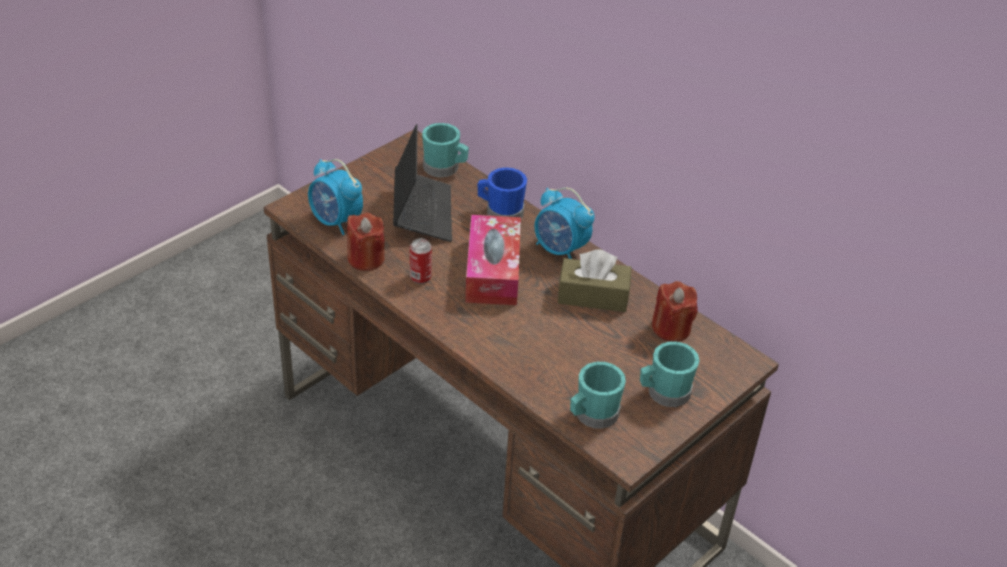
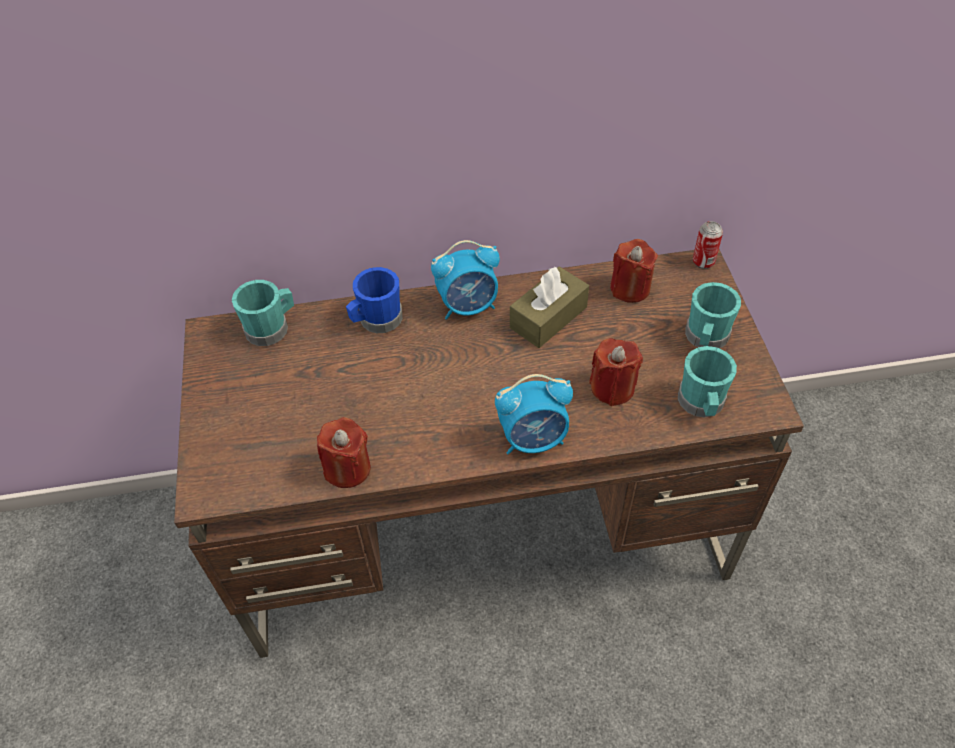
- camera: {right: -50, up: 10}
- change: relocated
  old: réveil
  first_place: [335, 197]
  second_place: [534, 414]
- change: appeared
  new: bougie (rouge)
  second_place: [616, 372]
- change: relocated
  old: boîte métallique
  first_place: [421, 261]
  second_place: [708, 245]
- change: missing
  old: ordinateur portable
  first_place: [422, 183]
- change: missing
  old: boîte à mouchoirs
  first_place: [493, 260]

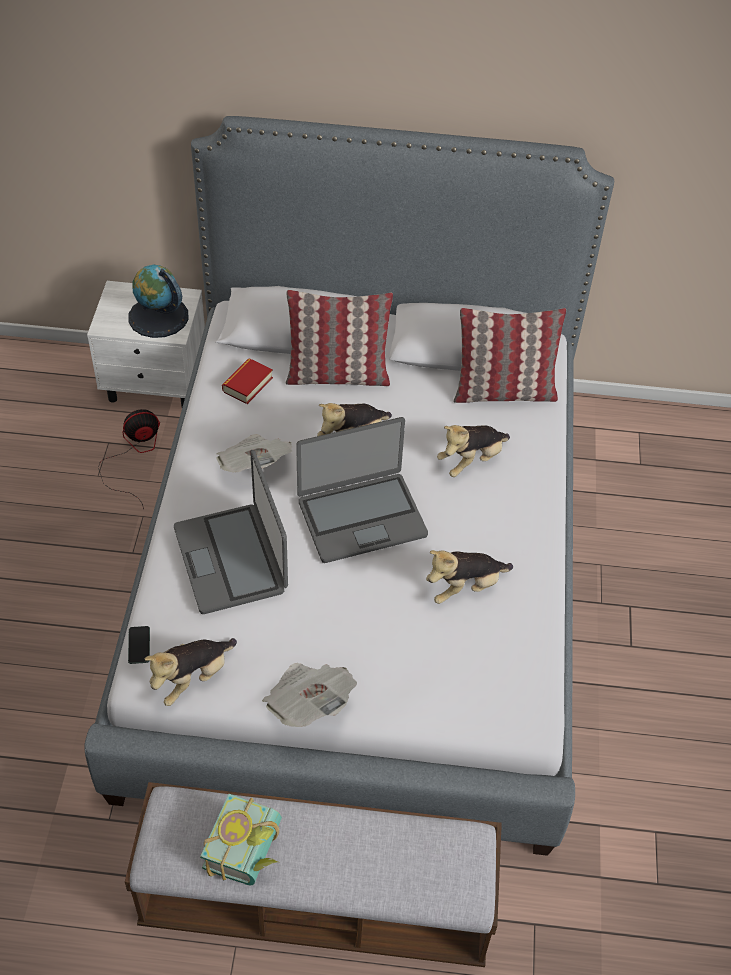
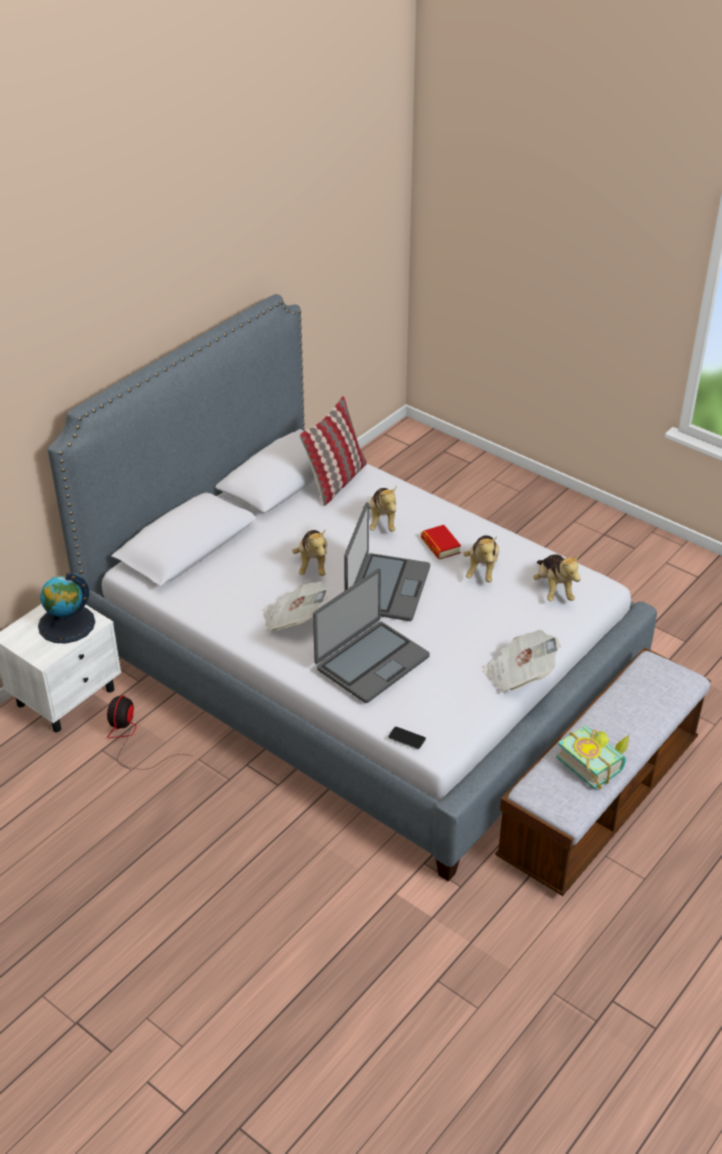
- camera: {right: -55, up: -10}
- change: spun
  old: ordinateur portable
  first_place: [231, 532]
  second_place: [371, 635]
  degrees: -60
- change: relocated
  old: livre
  first_place: [247, 381]
  second_place: [441, 542]
- change: relocated
  old: peluche
  first_place: [191, 672]
  second_place: [557, 578]
- change: missing
  old: coussin
  first_place: [339, 338]

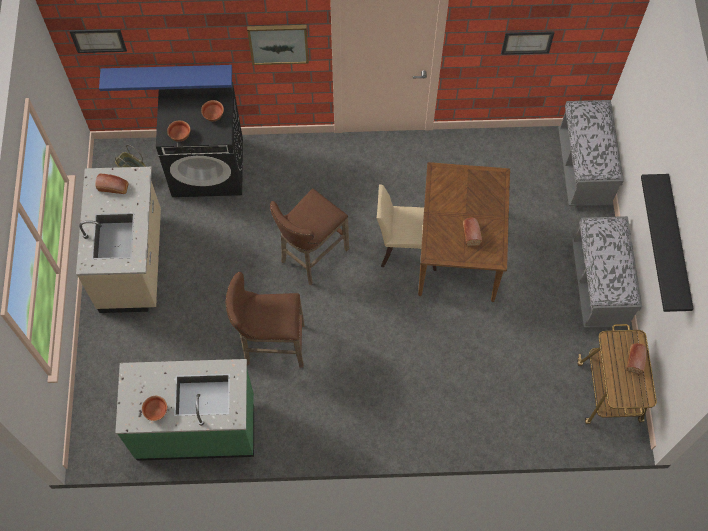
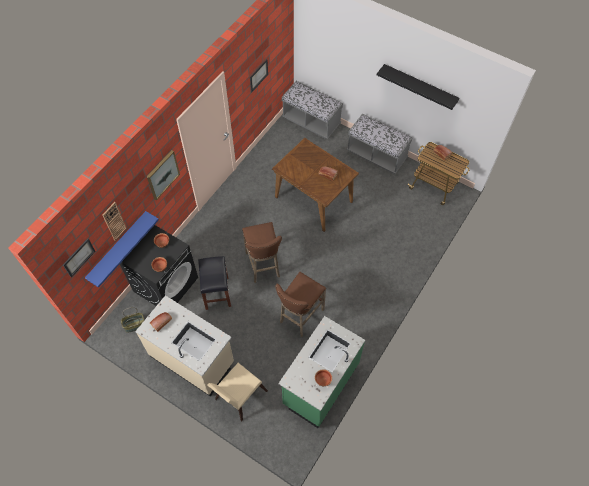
- camera: {right: -55, up: -5}
- change: appeared
  new: horloge murale
  second_place: [114, 221]
- change: appeared
  new: tabouret (noir)
  second_place: [214, 283]
- change: relocated
  old: chaise (beige)
  first_place: [407, 227]
  second_place: [237, 392]

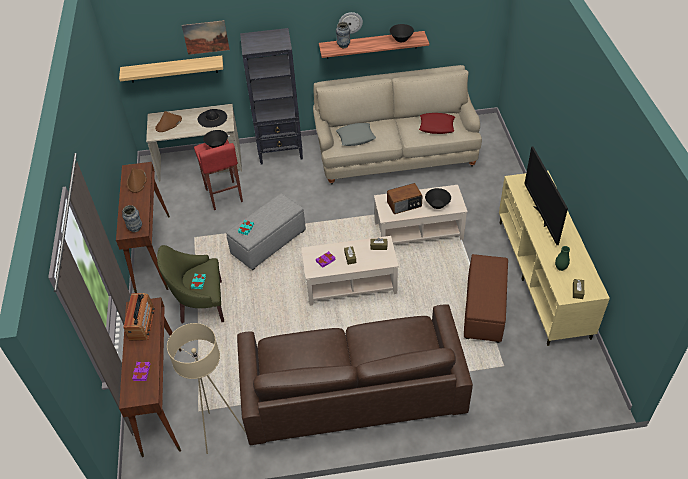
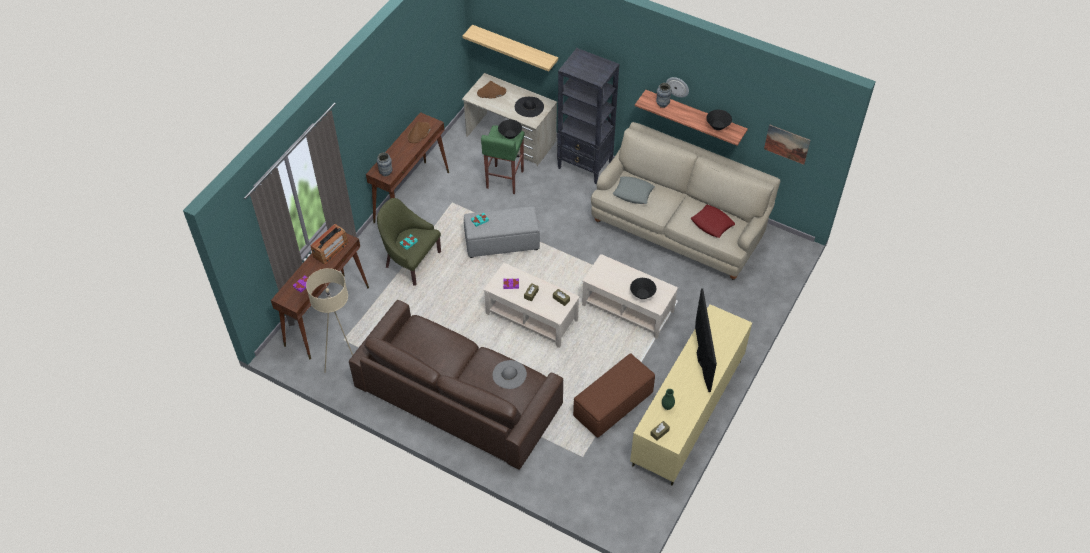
- camera: {right: 35, up: 5}
- change: colour
  old: tabouret (rouge)
  new: tabouret (vert)
  first_place: [218, 174]
  second_place: [503, 159]
- change: appeared
  new: chapeau (gris)
  second_place: [510, 374]
- change: spun
  old: téléviseur
  first_place: [546, 196]
  second_place: [706, 340]
  degrees: 150
- change: relocated
  old: tableau
  first_place: [206, 37]
  second_place: [787, 144]
- change: missing
  old: radio
  first_place: [405, 198]

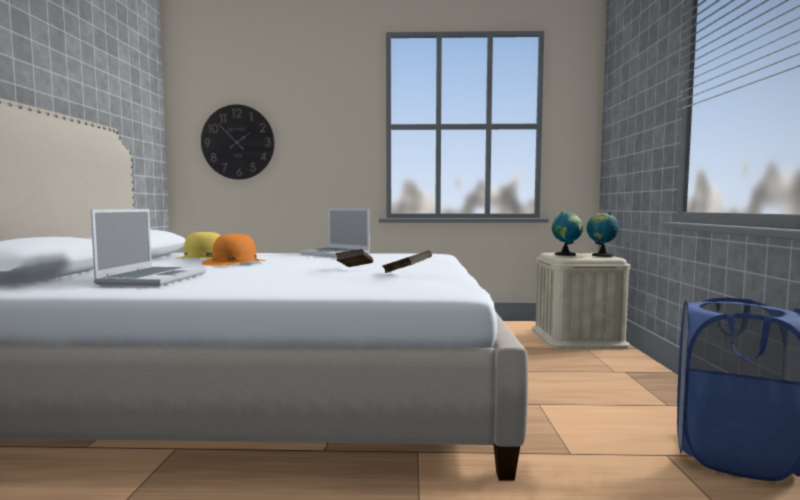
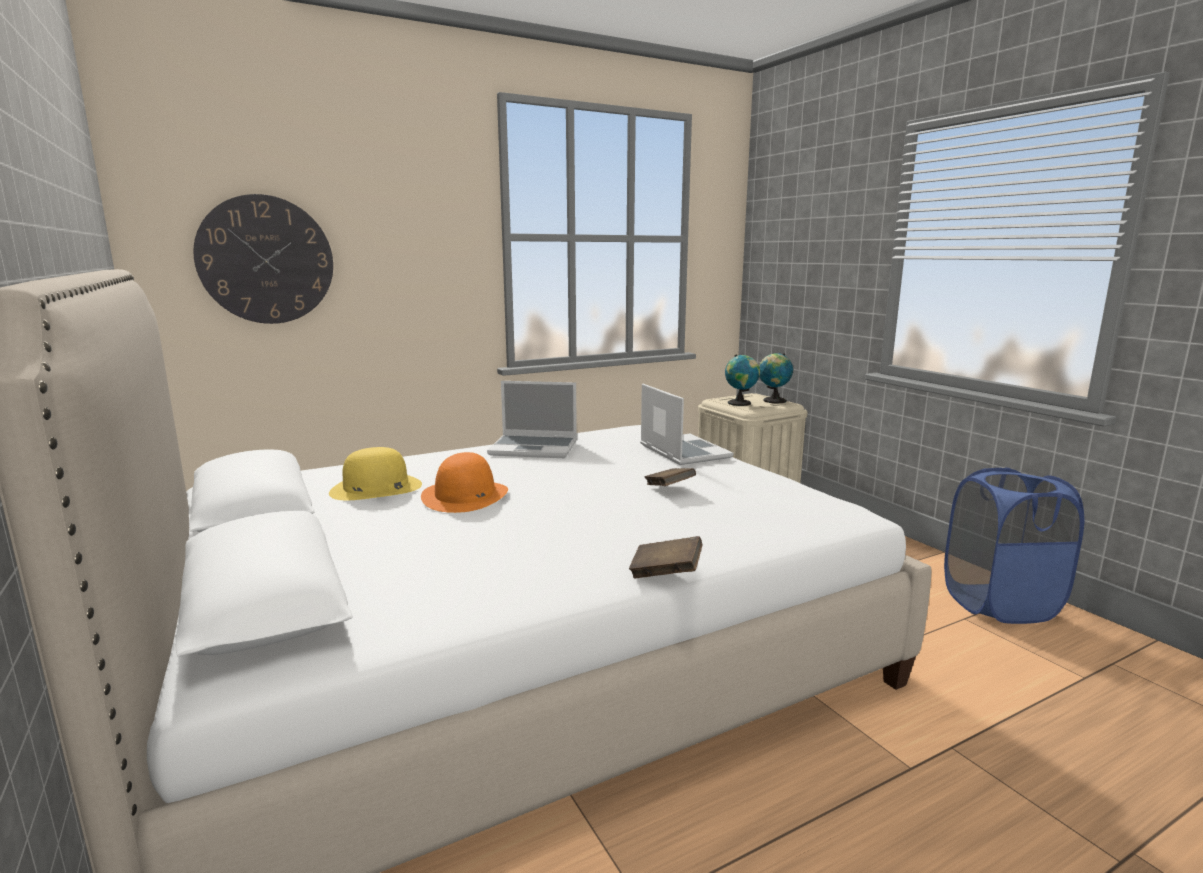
- camera: {right: -30, up: 10}
- change: relocated
  old: livre (marron)
  first_place: [407, 262]
  second_place: [666, 557]
- change: relocated
  old: ordinateur portable
  first_place: [149, 247]
  second_place: [686, 424]

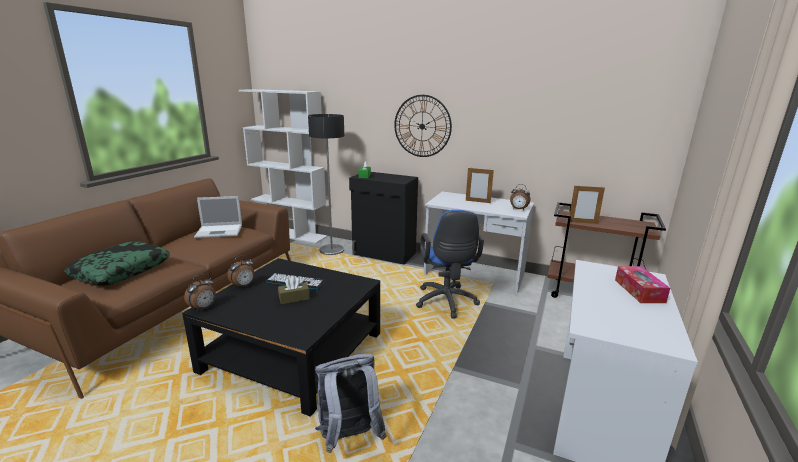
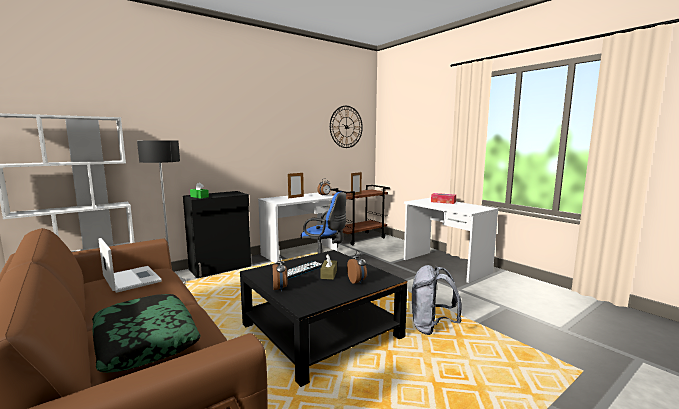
- camera: {right: -60, up: -10}
- change: spun
  old: ordinateur portable
  first_place: [218, 217]
  second_place: [130, 265]
  degrees: -60
- change: relocated
  old: horloge murale
  first_place: [423, 126]
  second_place: [346, 127]
- change: relocated
  old: réveil
  first_place: [200, 293]
  second_place: [357, 267]

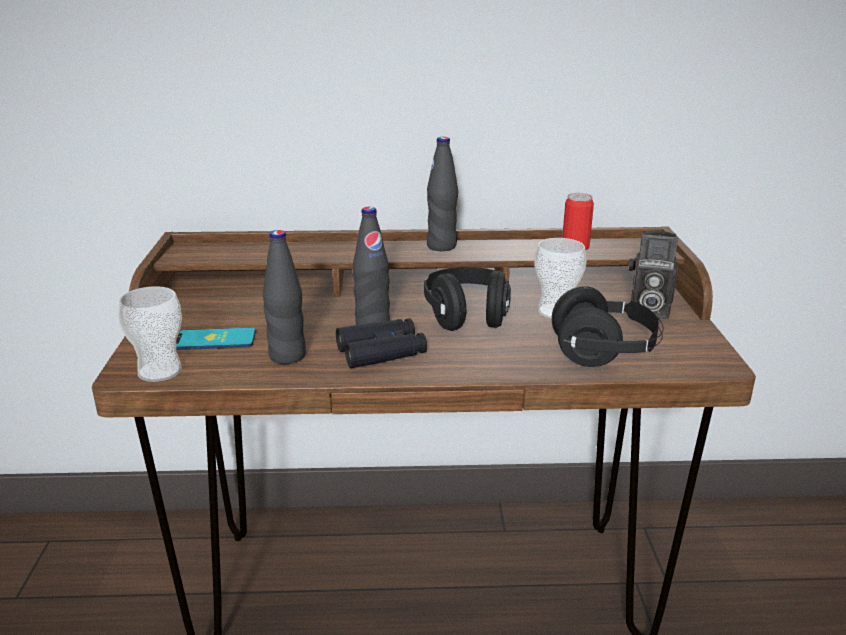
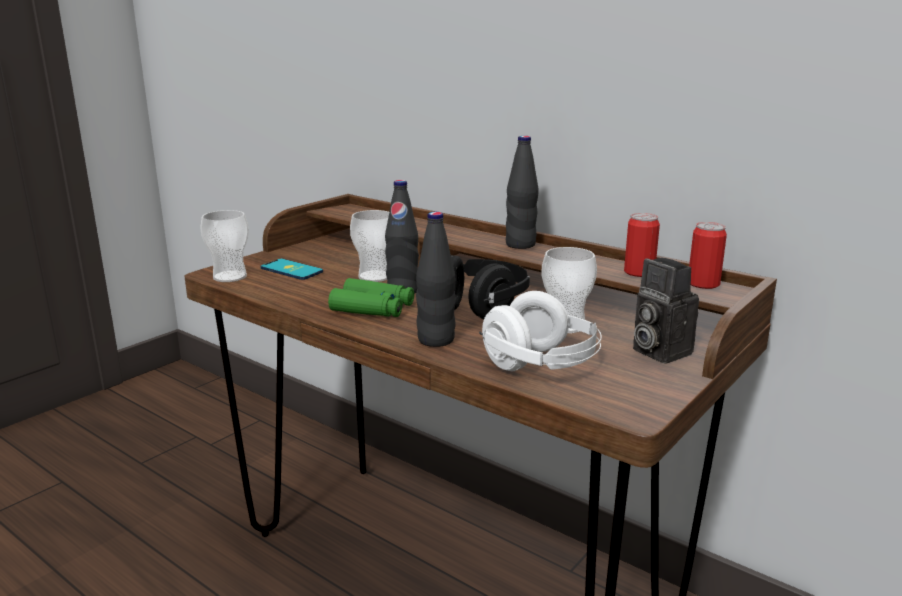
- camera: {right: 40, up: -5}
- change: colour
  old: jumelles (noir)
  new: jumelles (vert)
  first_place: [381, 343]
  second_place: [371, 297]
- change: appeared
  new: tasse
  second_place: [369, 246]
- change: relocated
  old: bouteille (noir)
  first_place: [284, 297]
  second_place: [436, 279]
- change: colour
  old: casque audio (noir)
  new: casque audio (blanc)
  first_place: [608, 326]
  second_place: [540, 331]
- change: appeared
  new: boîte métallique
  second_place: [708, 255]

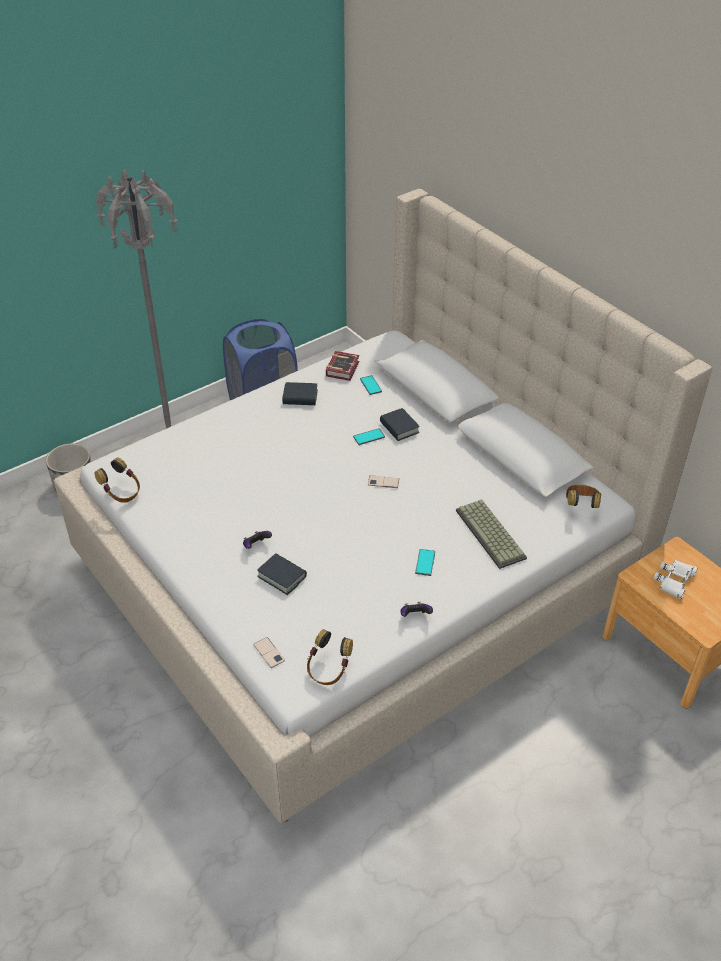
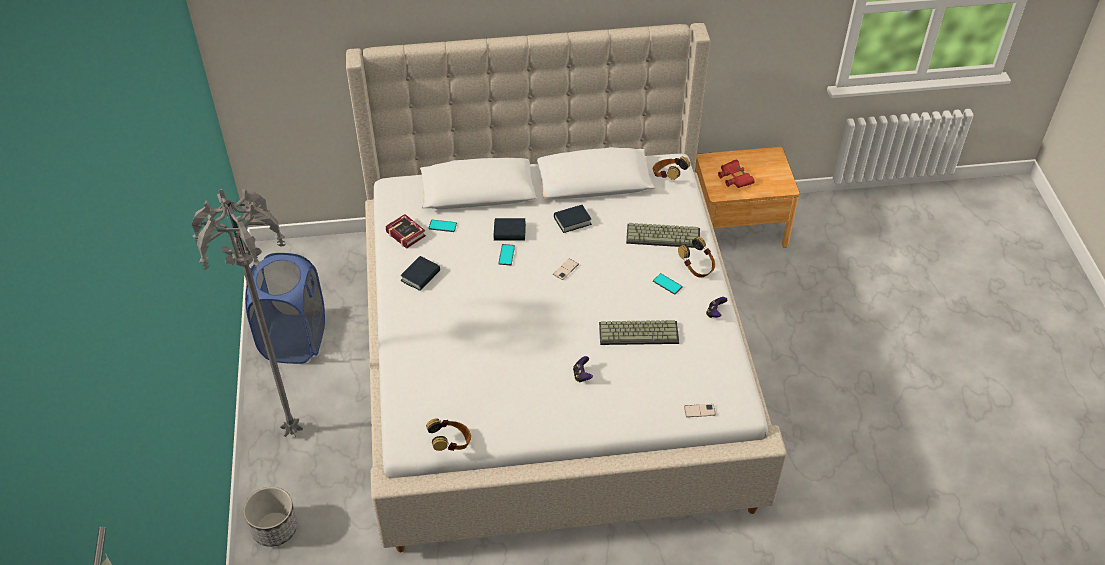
- camera: {right: -60, up: 5}
- change: relocated
  old: livre
  first_place: [282, 574]
  second_place: [573, 219]
- change: appeared
  new: clavier
  second_place: [639, 332]
- change: relocated
  old: casque audio
  first_place: [330, 657]
  second_place: [696, 257]
- change: colour
  old: jumelles (blanc)
  new: jumelles (rouge)
  first_place: [675, 580]
  second_place: [736, 173]

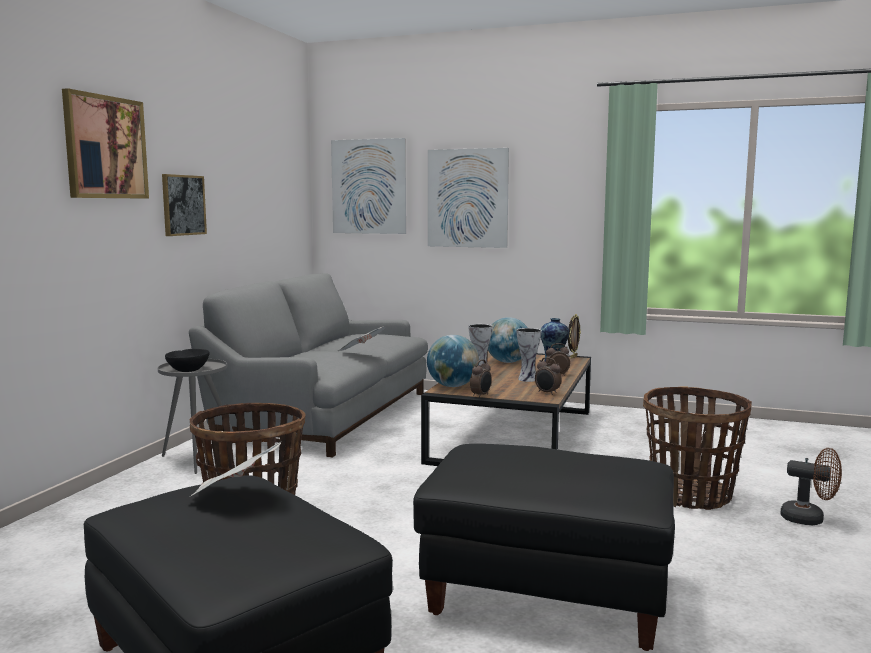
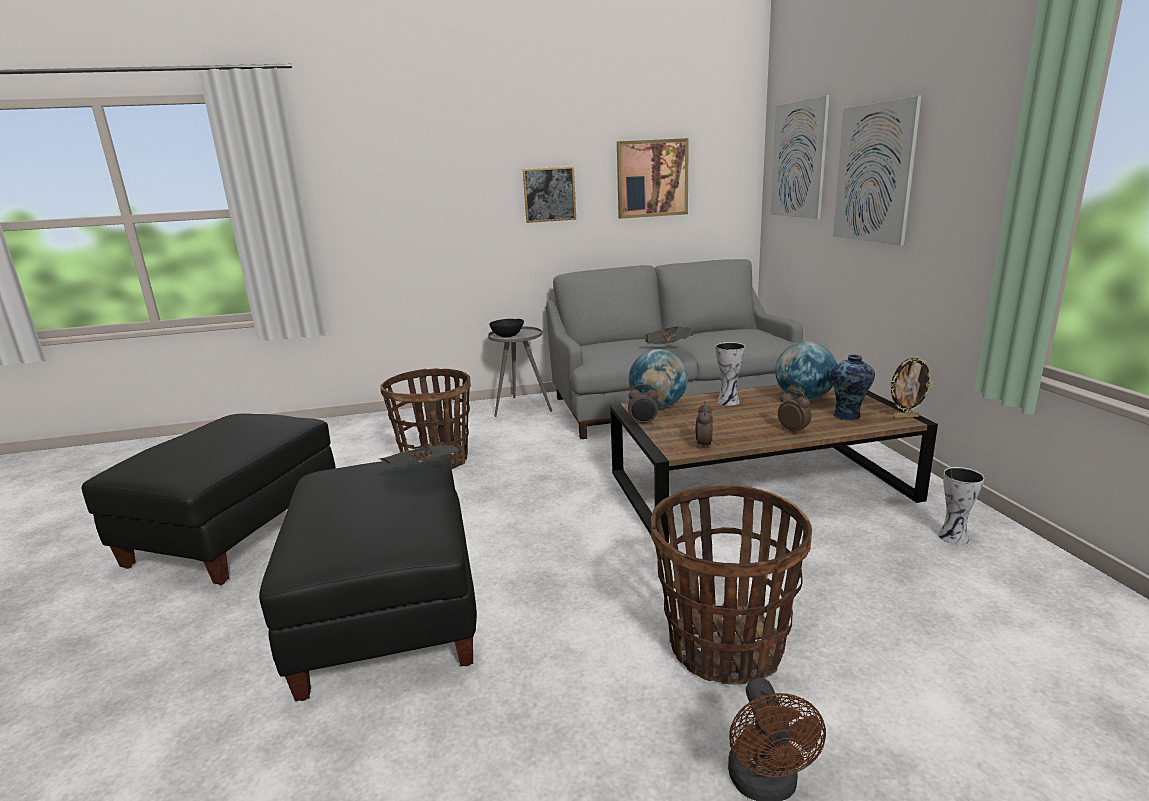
- camera: {right: 60, up: 10}
- change: relocated
  old: journal
  first_place: [236, 468]
  second_place: [420, 454]
- change: relocated
  old: tableau
  first_place: [105, 143]
  second_place: [653, 178]
- change: relocated
  old: vase
  first_place: [529, 355]
  second_place: [961, 506]

